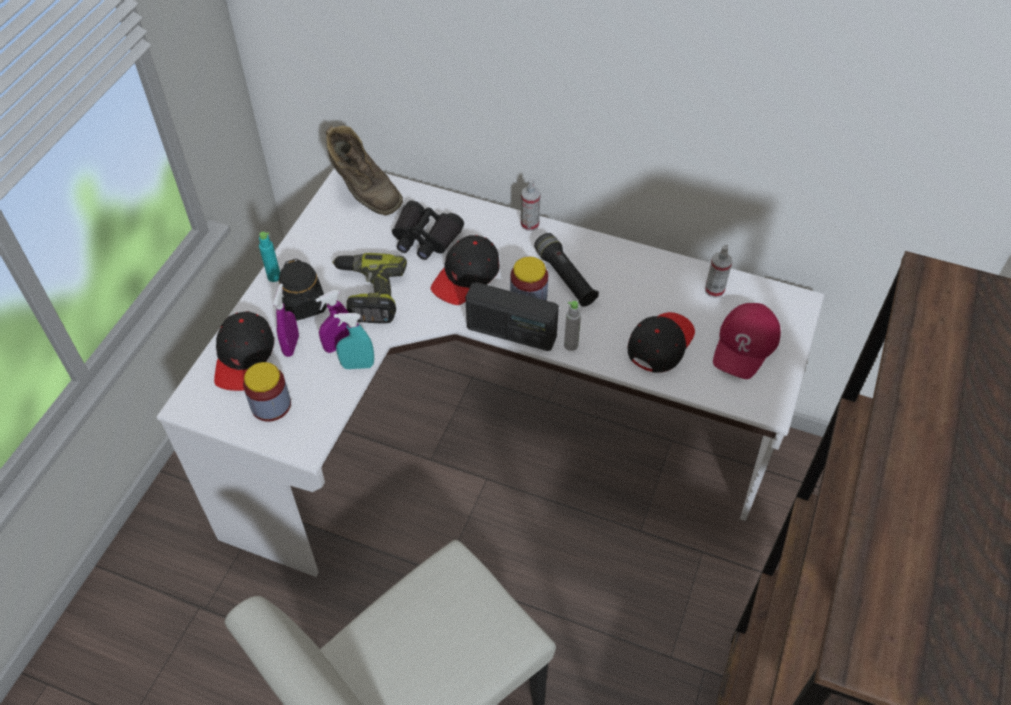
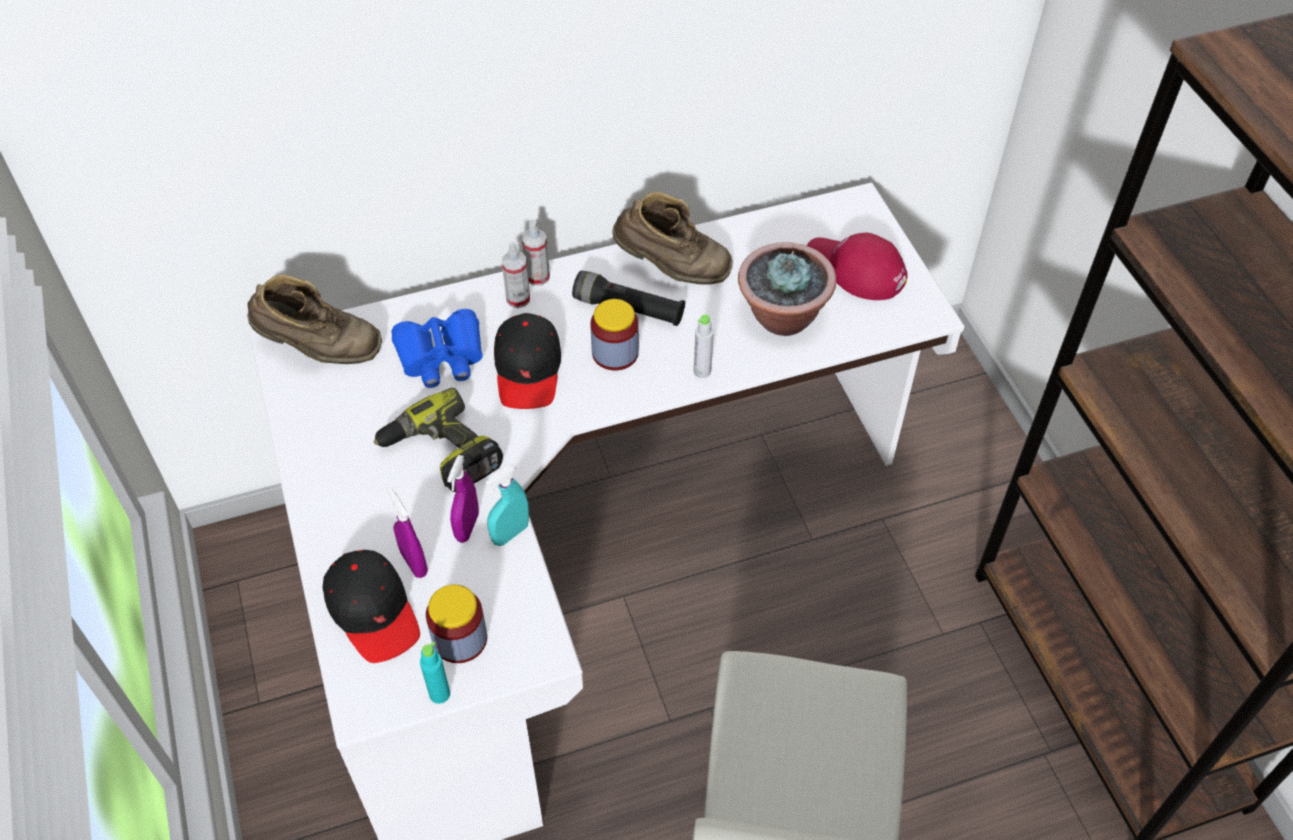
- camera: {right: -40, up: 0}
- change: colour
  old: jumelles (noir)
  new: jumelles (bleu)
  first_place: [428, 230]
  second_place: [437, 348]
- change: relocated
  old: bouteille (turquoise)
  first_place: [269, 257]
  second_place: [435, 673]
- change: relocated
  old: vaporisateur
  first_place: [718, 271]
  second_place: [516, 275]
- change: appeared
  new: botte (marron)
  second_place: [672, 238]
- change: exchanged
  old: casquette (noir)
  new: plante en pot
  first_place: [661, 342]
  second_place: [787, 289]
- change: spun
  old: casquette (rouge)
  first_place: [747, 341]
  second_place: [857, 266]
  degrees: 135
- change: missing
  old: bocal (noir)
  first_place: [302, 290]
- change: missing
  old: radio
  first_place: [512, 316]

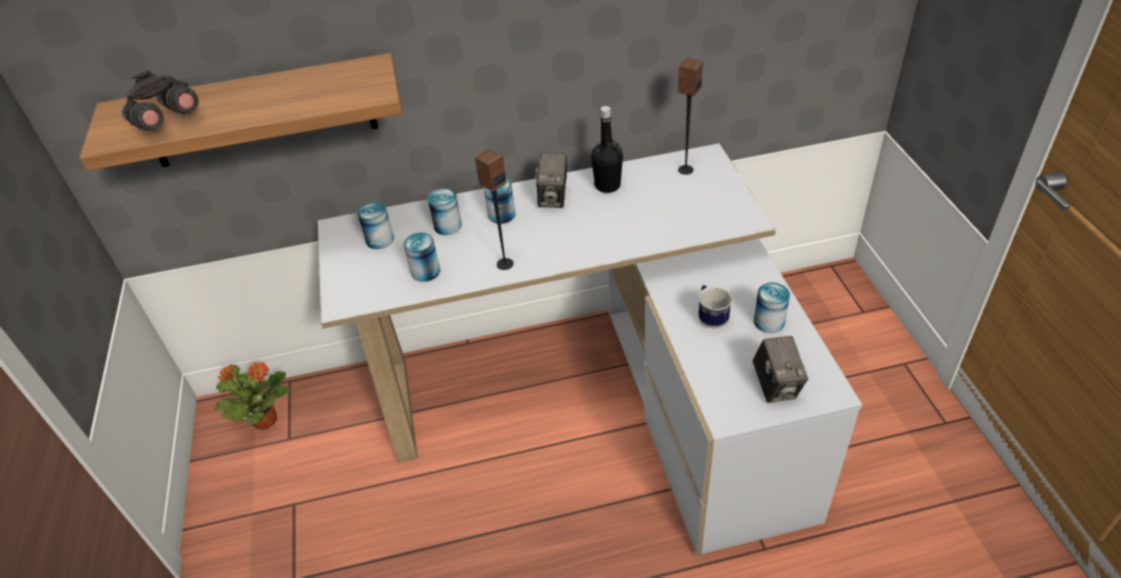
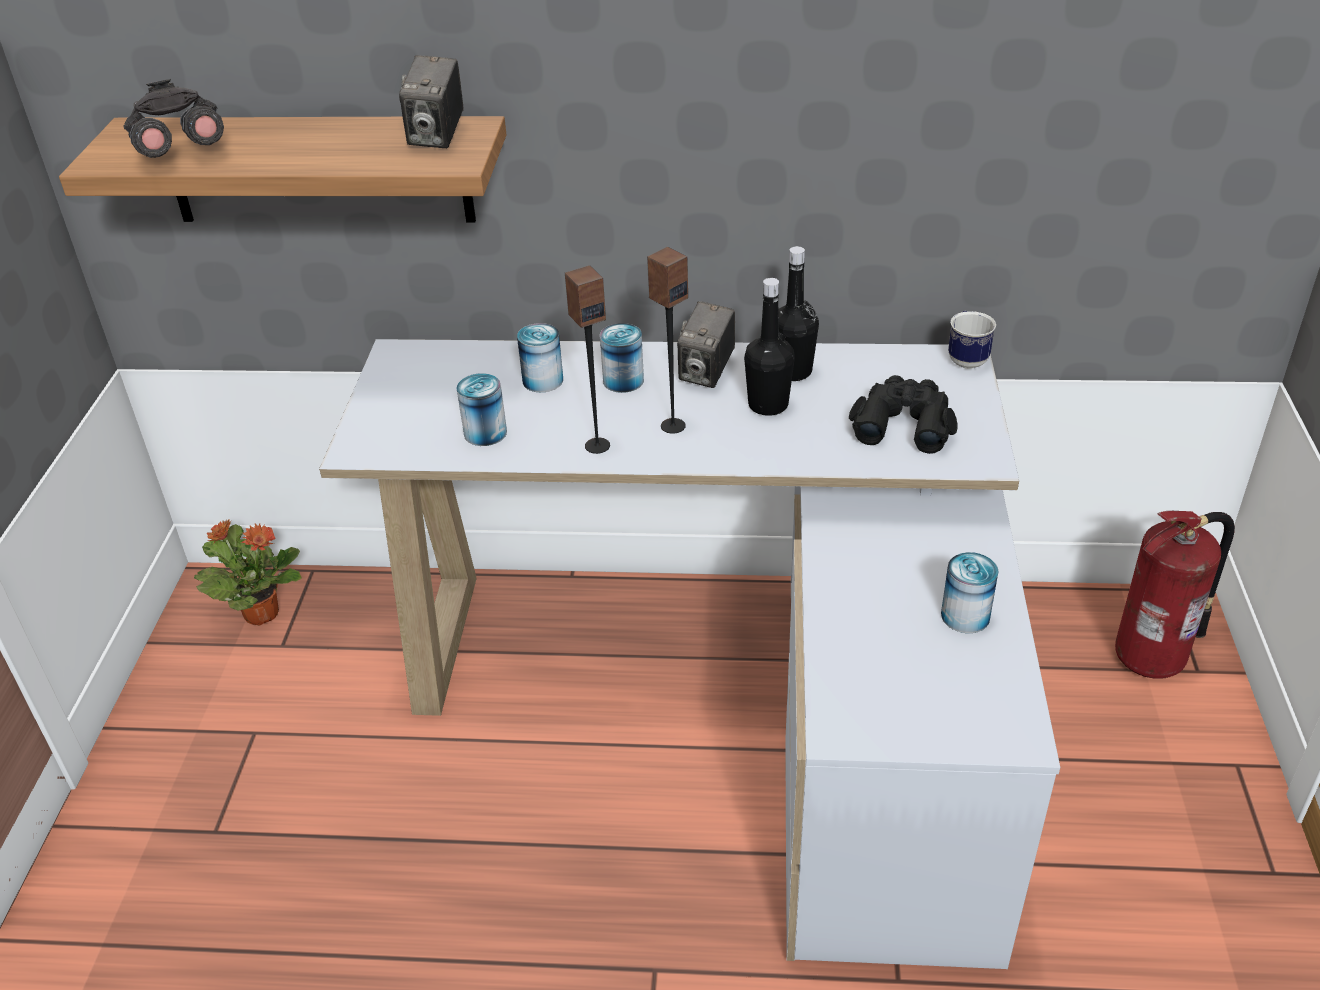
- camera: {right: 15, up: -5}
- change: relocated
  old: appareil photo
  first_place: [780, 369]
  second_place: [431, 101]
- change: relocated
  old: enceinte
  first_place: [690, 116]
  second_place: [667, 340]
- change: appeared
  new: bouteille (noir)
  second_place: [769, 347]
- change: appeared
  new: jumelles (noir)
  second_place: [903, 414]
- change: relocated
  old: mug
  first_place: [715, 306]
  second_place: [972, 340]
- change: appeared
  new: extincteur
  second_place: [1175, 595]
- change: missing
  old: boîte métallique
  first_place: [375, 225]

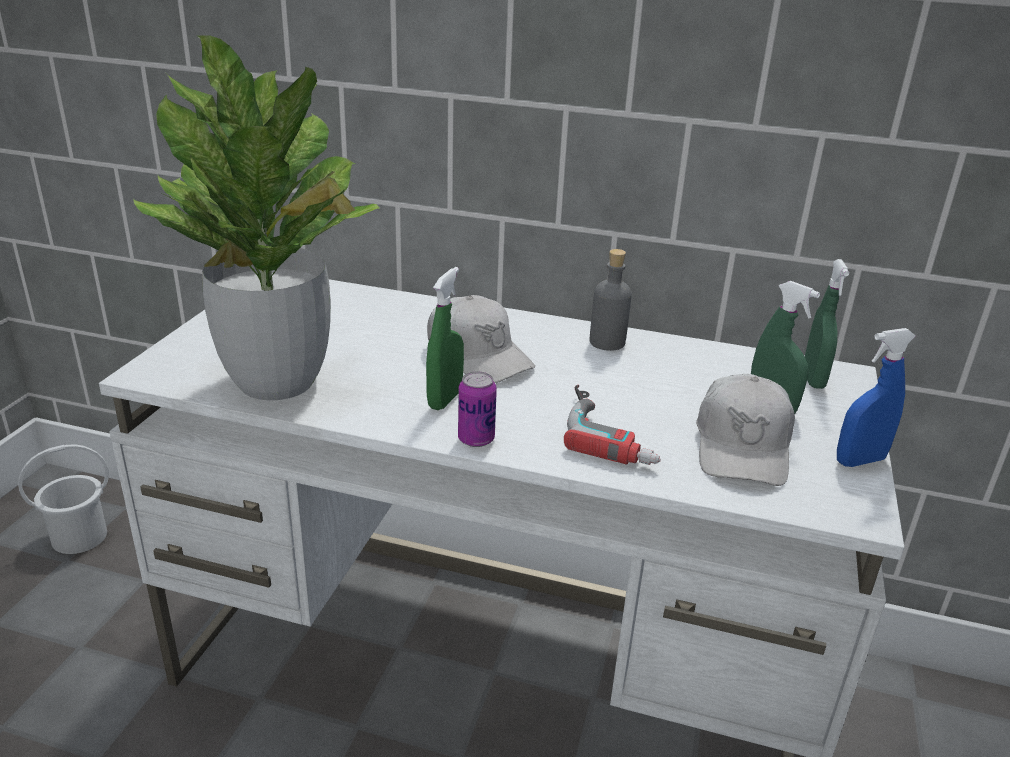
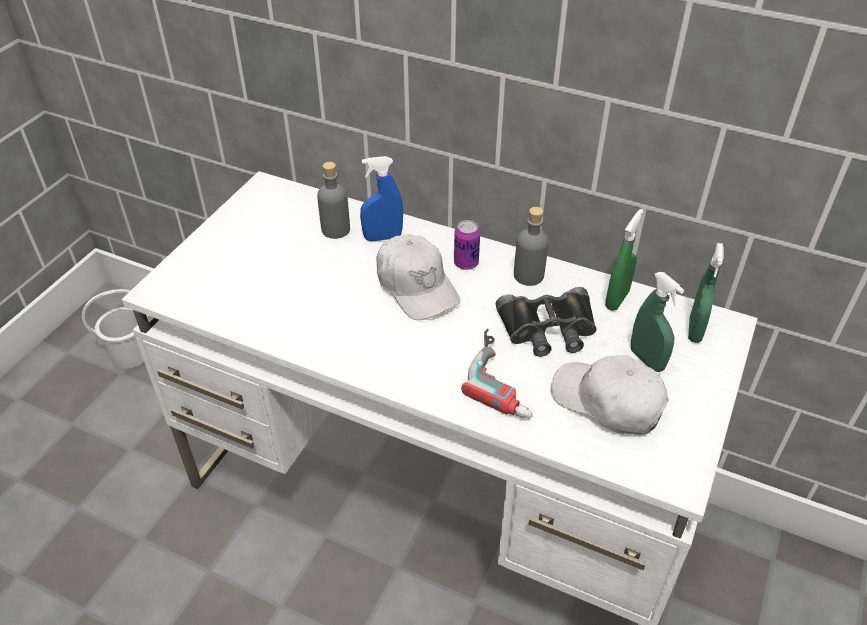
- camera: {right: 10, up: 15}
- change: appeared
  new: bouteille (gris)
  second_place: [333, 200]
- change: relocated
  old: vaporisateur (bleu)
  first_place: [876, 397]
  second_place: [381, 199]
- change: relocated
  old: boîte métallique
  first_place: [477, 409]
  second_place: [467, 245]
- change: appeared
  new: jumelles (noir)
  second_place: [546, 322]
- change: spun
  old: casquette (blanc)
  first_place: [745, 430]
  second_place: [610, 395]
  degrees: 105
- change: relocated
  old: vaporisateur (vert)
  first_place: [445, 338]
  second_place: [624, 260]
- change: missing
  old: plante en pot
  first_place: [256, 217]

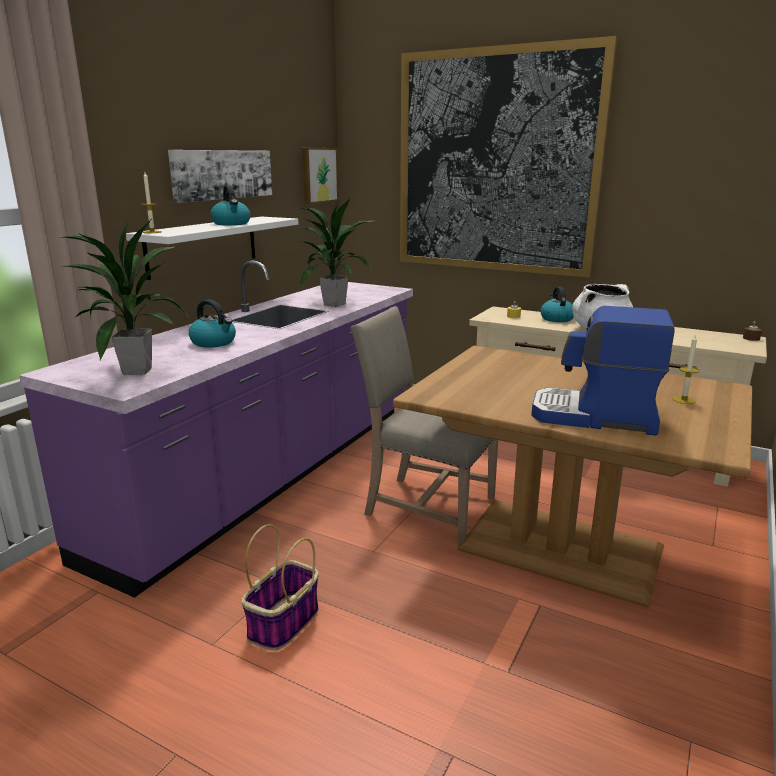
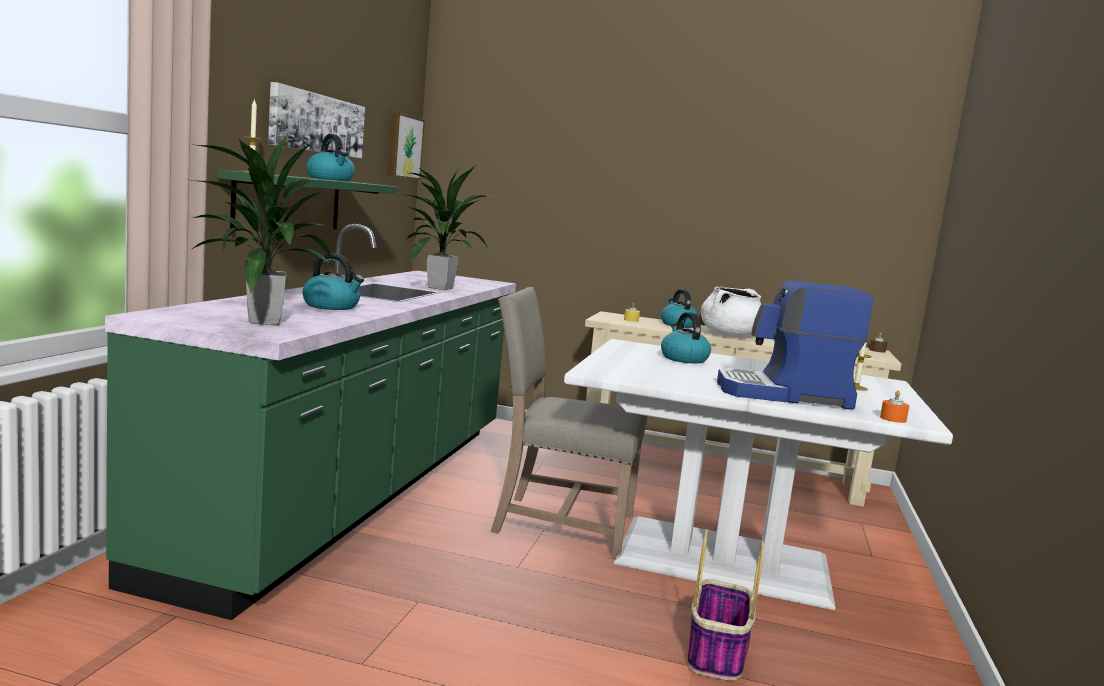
- camera: {right: -15, up: -10}
- change: colour
  old: comptoir de cuisine (violet)
  new: comptoir de cuisine (vert)
  first_place: [216, 429]
  second_place: [310, 422]
- change: colour
  old: étagère (blanc)
  new: étagère (vert)
  first_place: [212, 248]
  second_place: [307, 199]
- change: colour
  old: table à manger (marron)
  new: table à manger (blanc)
  first_place: [572, 476]
  second_place: [758, 474]
- change: appeared
  new: bouilloire
  second_place: [686, 337]
- change: relocated
  old: panier
  first_place: [280, 587]
  second_place: [726, 605]
- change: appeared
  new: bougie (orange)
  second_place: [894, 406]
- change: missing
  old: tableau
  first_place: [509, 157]

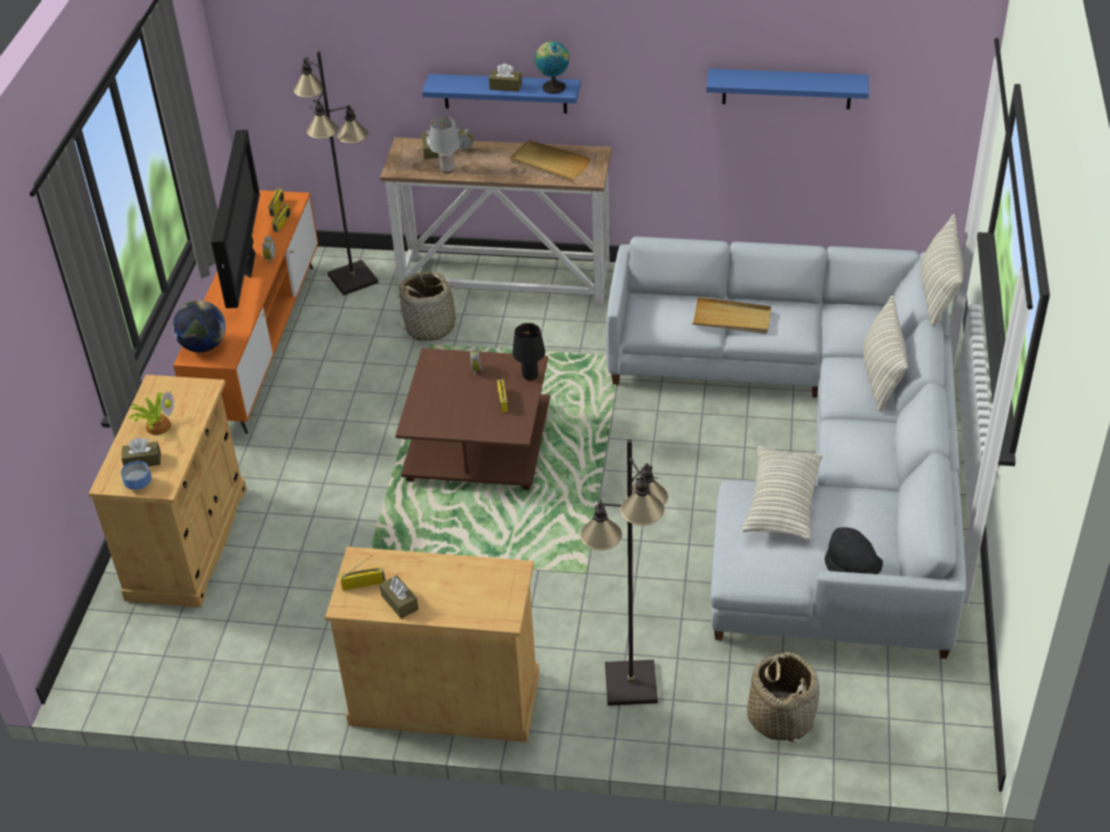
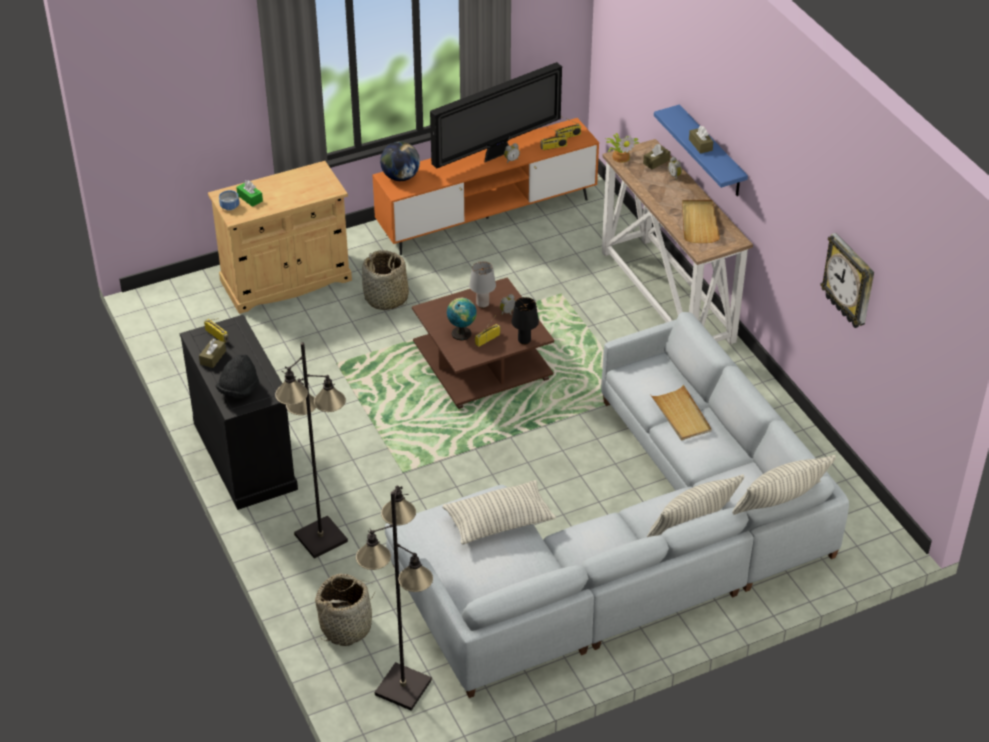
- camera: {right: 55, up: 0}
- change: colour
  old: meuble de rangement (beige)
  new: meuble de rangement (noir)
  first_place: [432, 644]
  second_place: [239, 412]
- change: relocated
  old: chapeau (noir)
  first_place: [854, 550]
  second_place: [237, 376]
- change: colour
  old: boîte à mouchoirs (marron)
  new: boîte à mouchoirs (vert)
  first_place: [141, 452]
  second_place: [249, 193]
- change: relocated
  old: lampadaire (noir)
  first_place: [336, 173]
  second_place: [394, 598]
- change: relocated
  old: panier
  first_place: [431, 306]
  second_place: [385, 280]
- change: relocated
  old: globe
  first_place: [552, 67]
  second_place: [461, 319]
- change: relocated
  old: lampe de table (gris)
  first_place: [444, 144]
  second_place: [482, 284]
- change: relocated
  old: plante en pot
  first_place: [151, 413]
  second_place: [622, 148]
- change: exchanged
  old: étagère (bleu)
  new: horloge murale
  first_place: [787, 89]
  second_place: [847, 280]

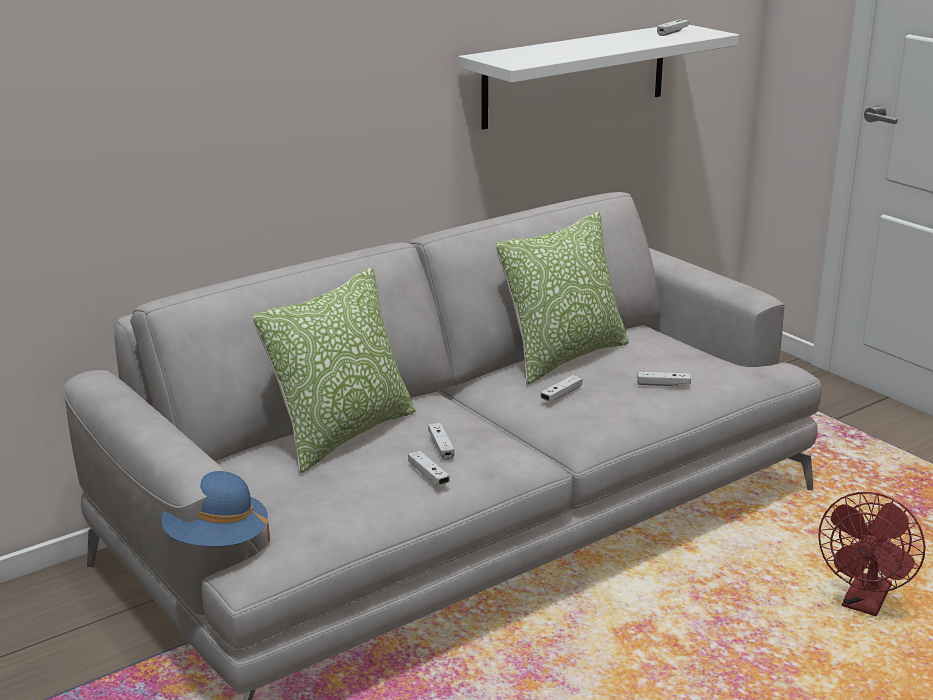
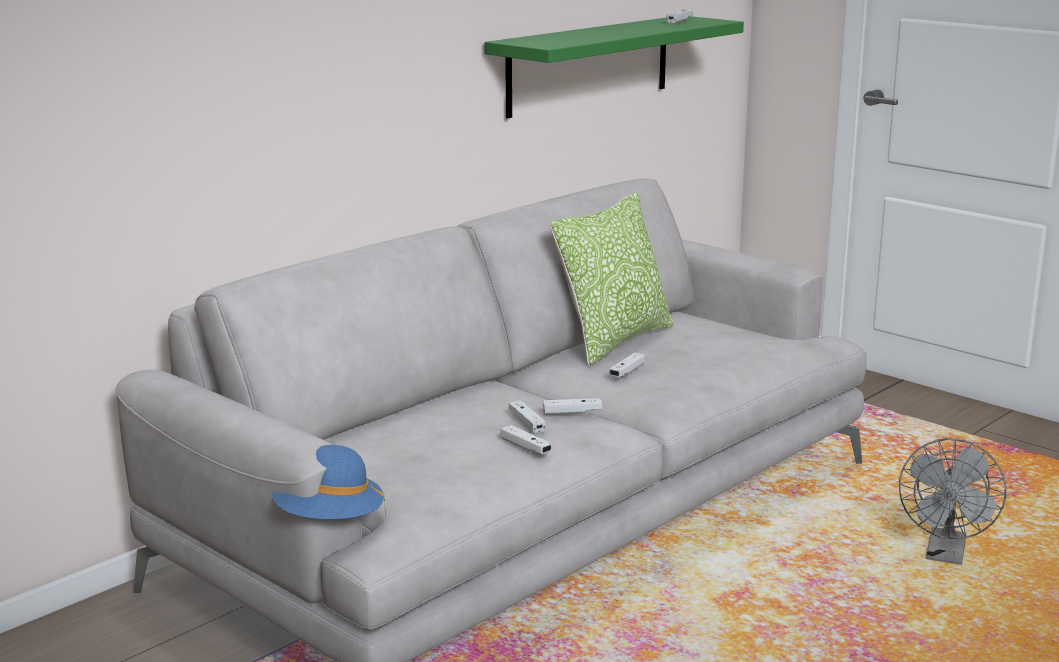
- camera: {right: -10, up: -5}
- change: colour
  old: étagère (blanc)
  new: étagère (vert)
  first_place: [598, 77]
  second_place: [614, 67]
- change: relocated
  old: manette (blanc)
  first_place: [664, 379]
  second_place: [572, 406]
- change: colour
  old: ventilateur (rouge)
  new: ventilateur (gris)
  first_place: [871, 554]
  second_place: [952, 501]
- change: missing
  old: coussin
  first_place: [333, 370]

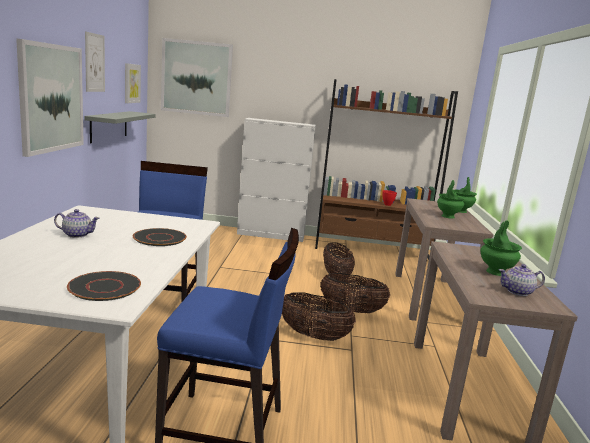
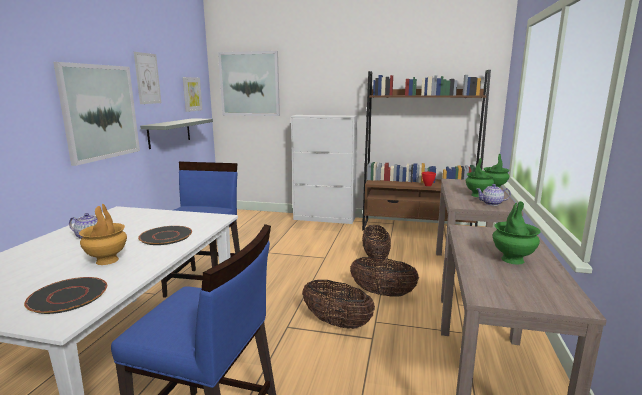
- camera: {right: 10, up: 0}
- change: appeared
  new: vase (marron)
  second_place: [103, 234]
- change: relocated
  old: théière
  first_place: [522, 280]
  second_place: [494, 195]

